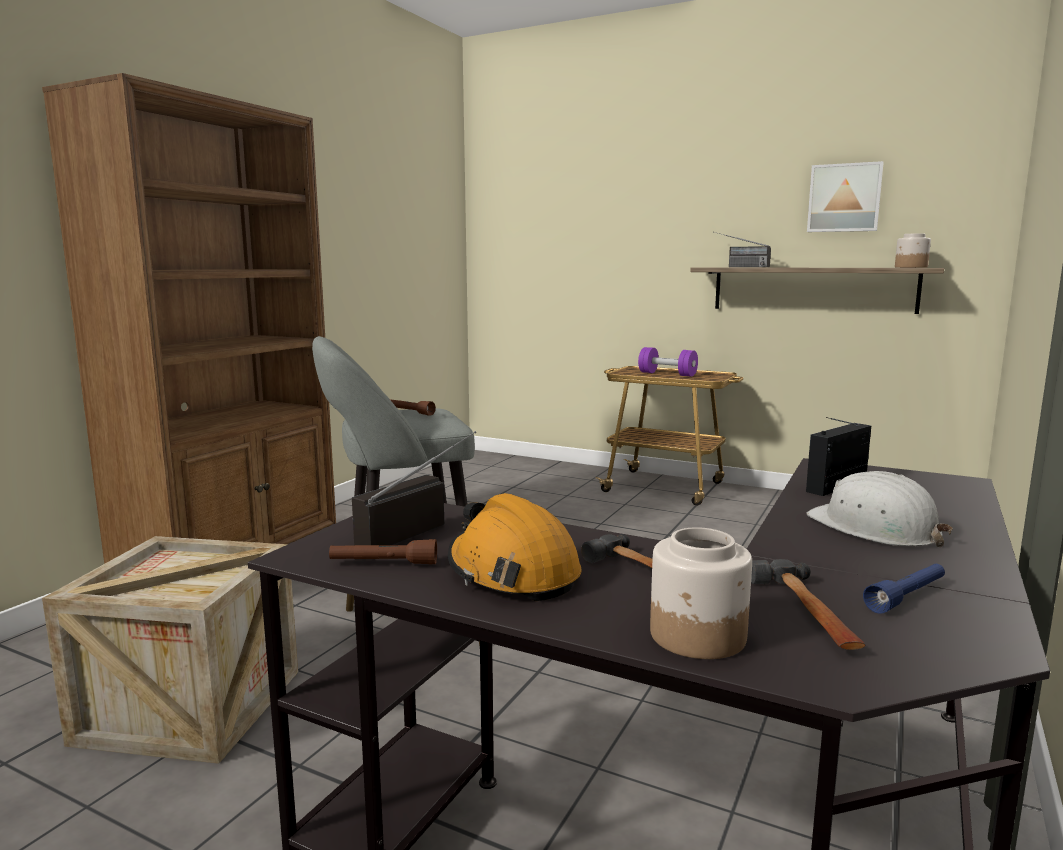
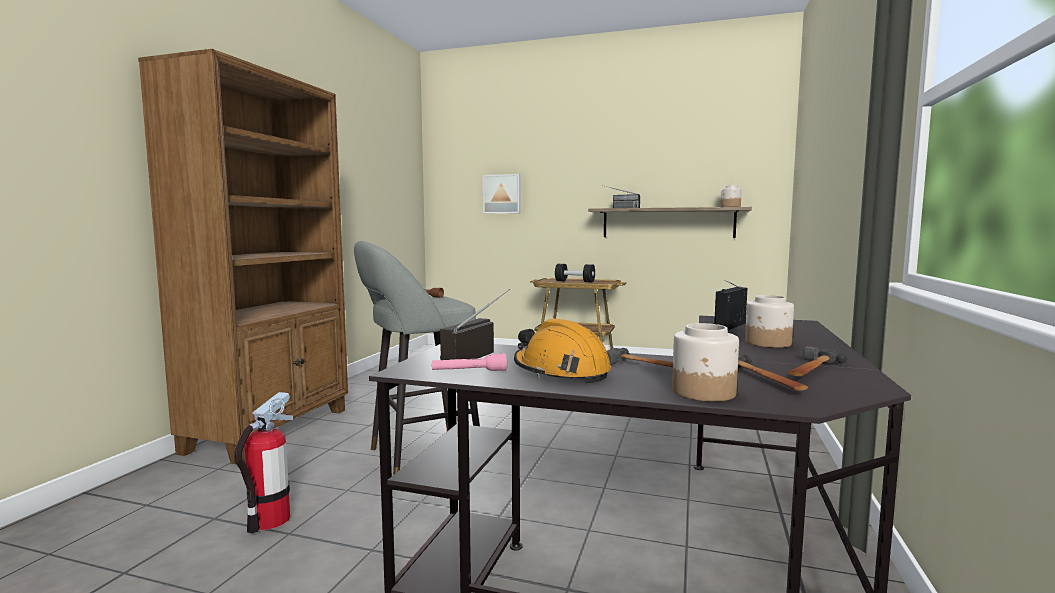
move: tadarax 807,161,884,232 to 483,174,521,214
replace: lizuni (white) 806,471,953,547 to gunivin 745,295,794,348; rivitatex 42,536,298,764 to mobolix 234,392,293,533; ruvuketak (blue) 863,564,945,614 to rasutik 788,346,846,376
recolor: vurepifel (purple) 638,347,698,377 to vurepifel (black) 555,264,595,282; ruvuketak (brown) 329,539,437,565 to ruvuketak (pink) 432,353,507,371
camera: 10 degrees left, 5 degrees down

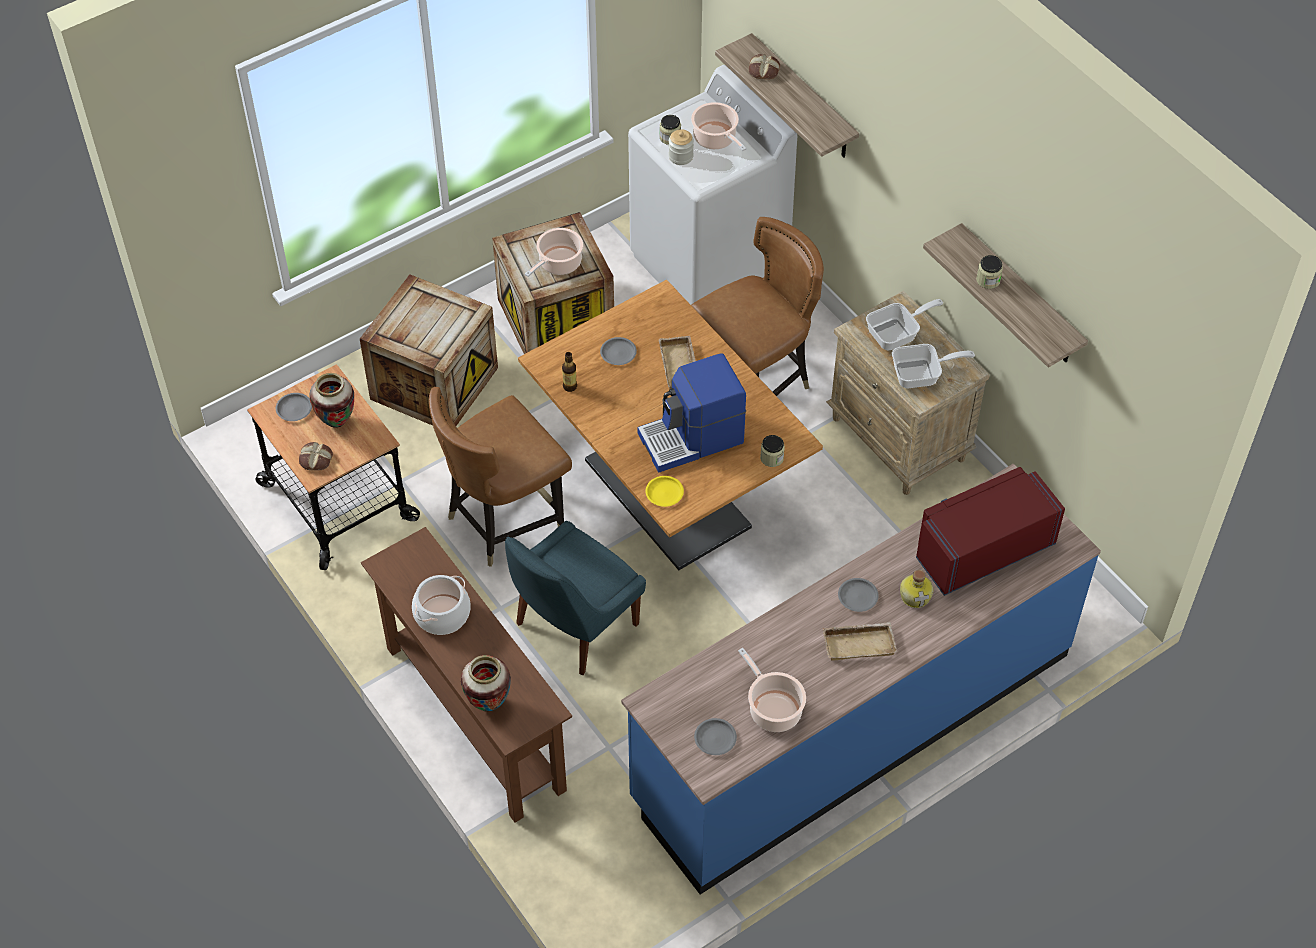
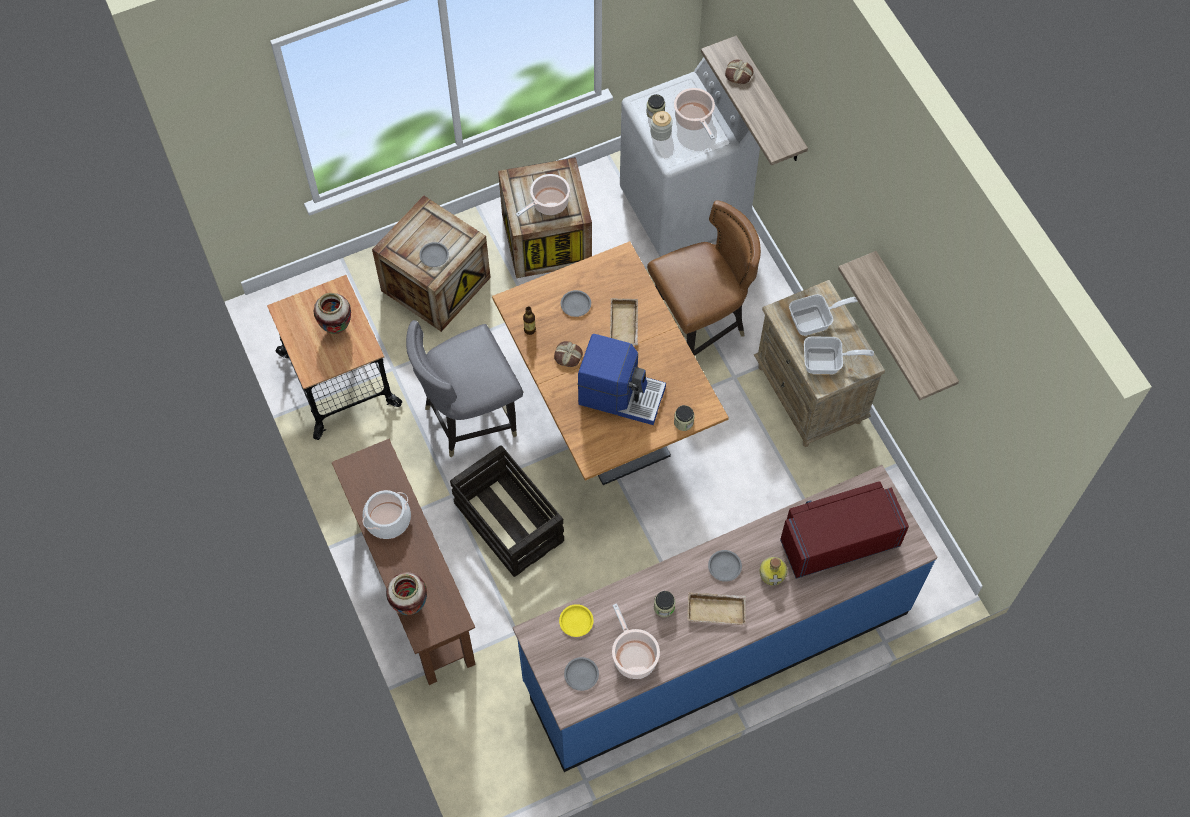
move: gunivin 976,255,1003,289 to 654,591,676,617; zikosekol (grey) 276,393,312,421 to 419,242,449,267; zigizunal 299,442,333,471 to 554,341,583,367; zikosekol (yellow) 646,476,684,507 to 559,604,594,637
replace: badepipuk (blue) 505,521,646,675 to rivitatex 450,445,564,577
recolor: badepipuk (brown) 429,387,572,567 to badepipuk (grey) 406,320,523,458
rotate: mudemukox 637,353,746,473 = 577,334,666,425 150 degrees counterclockwise
camera: 10 degrees right, 10 degrees up

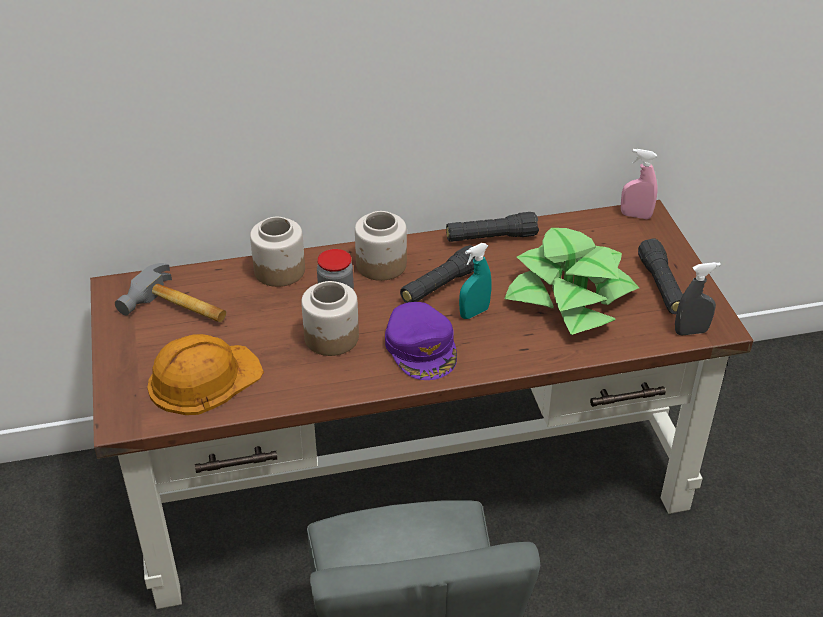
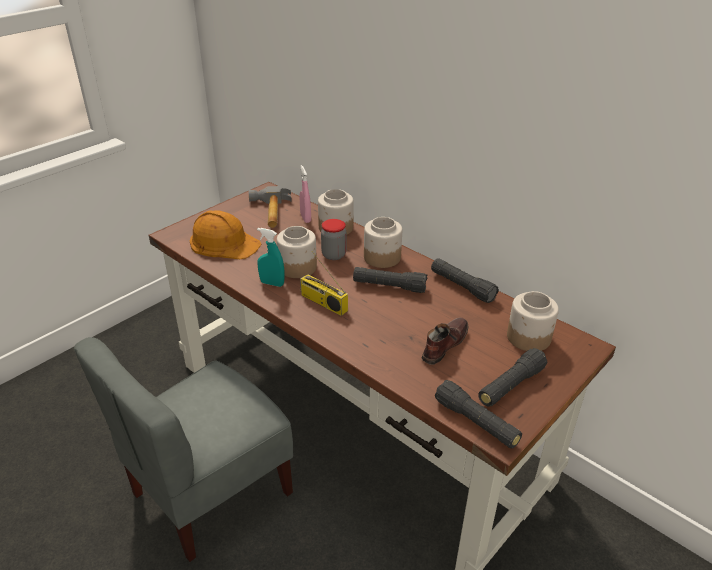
insert: gunivin 507,291,559,351
move: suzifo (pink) 621,149,658,219 to 299,165,311,223; suzifo (turquoise) 459,243,492,319 to 257,228,285,287
replace: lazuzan 504,228,639,335 to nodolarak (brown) 422,317,469,365; suzifo (grey) 675,262,721,335 to ruvuketak (black) 435,380,522,448; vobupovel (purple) 385,302,457,380 to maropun 300,251,348,316
camera: 55 degrees right, 5 degrees down

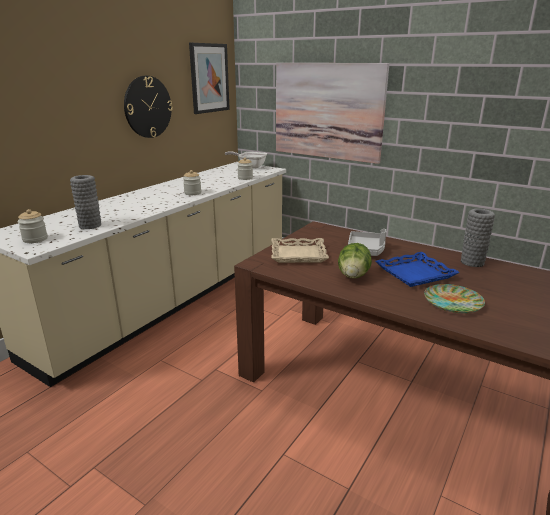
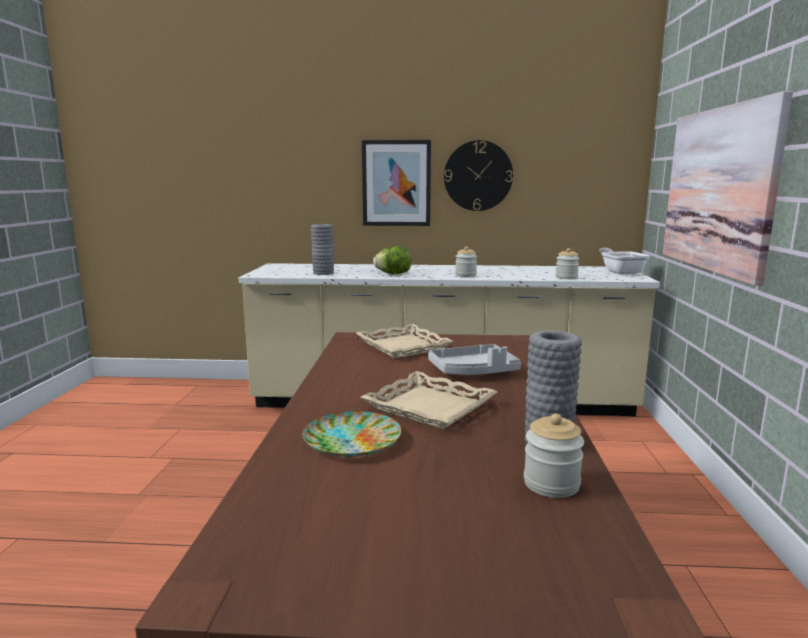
move: tadarax 189,43,230,114 to 362,140,431,226; gunivin 18,209,48,243 to 524,414,584,498; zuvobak 338,243,372,278 to 373,246,411,274
recolor: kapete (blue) 375,252,460,287 to kapete (beige) 360,371,497,429
camera: 60 degrees right, 10 degrees down

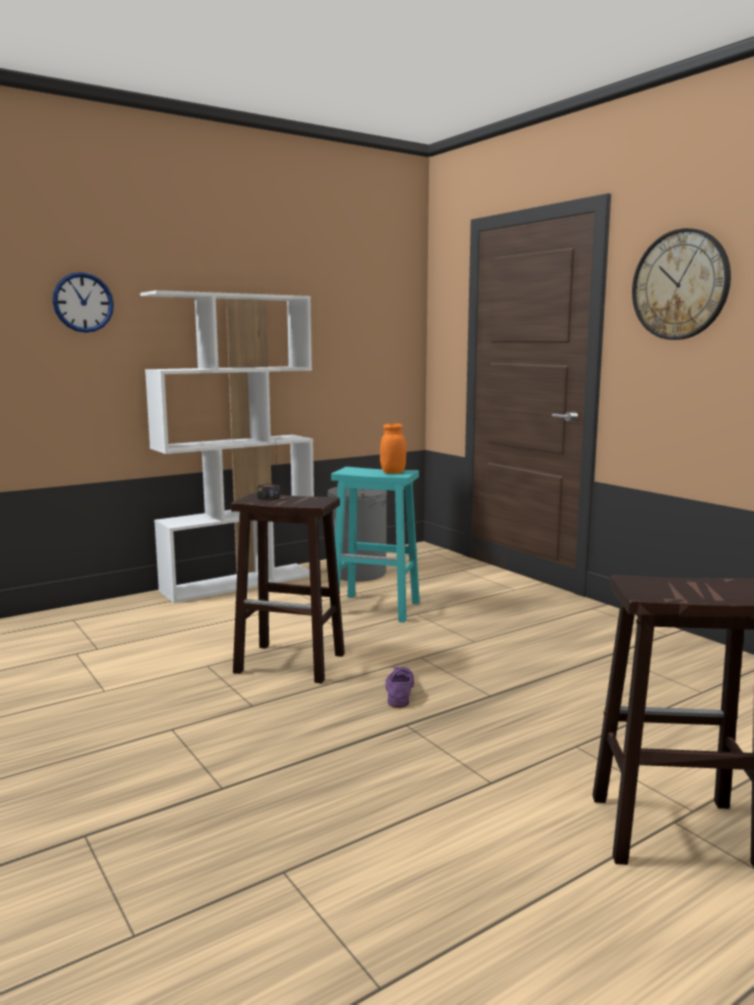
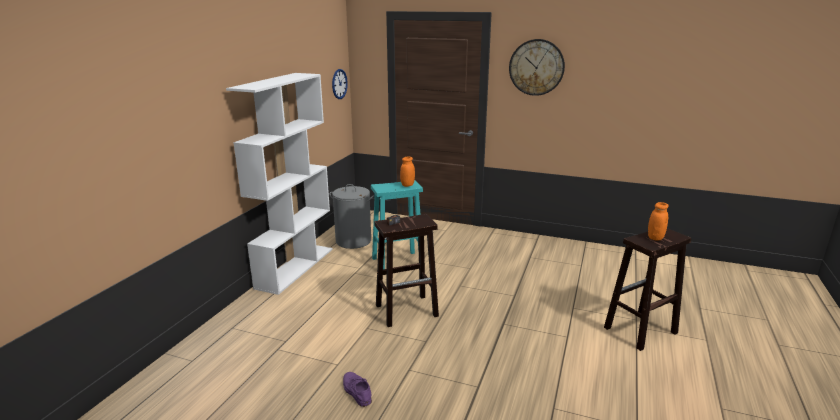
insert: gunivin (orange) 648,202,669,241
move: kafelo 52,272,114,333 to 332,69,348,99; nodolarak (purple) 385,667,414,708 to 343,372,372,407
camera: 35 degrees left, 10 degrees up

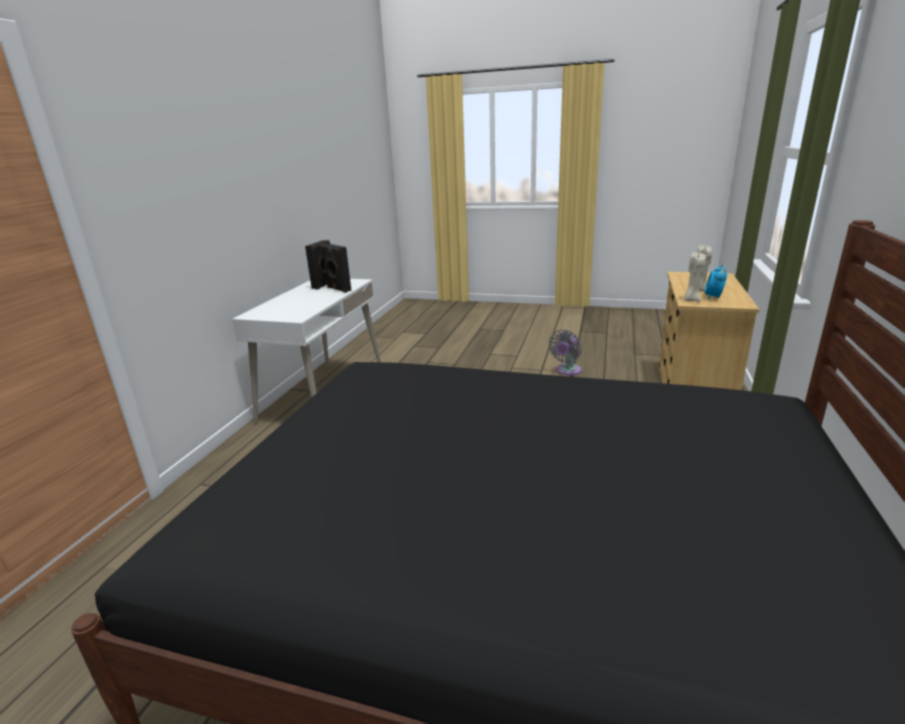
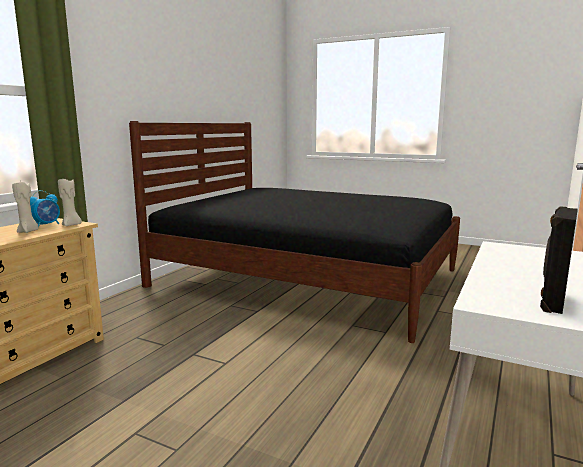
delete: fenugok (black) 322,244,351,293; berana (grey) 549,330,582,376
camera: 170 degrees left, 10 degrees down

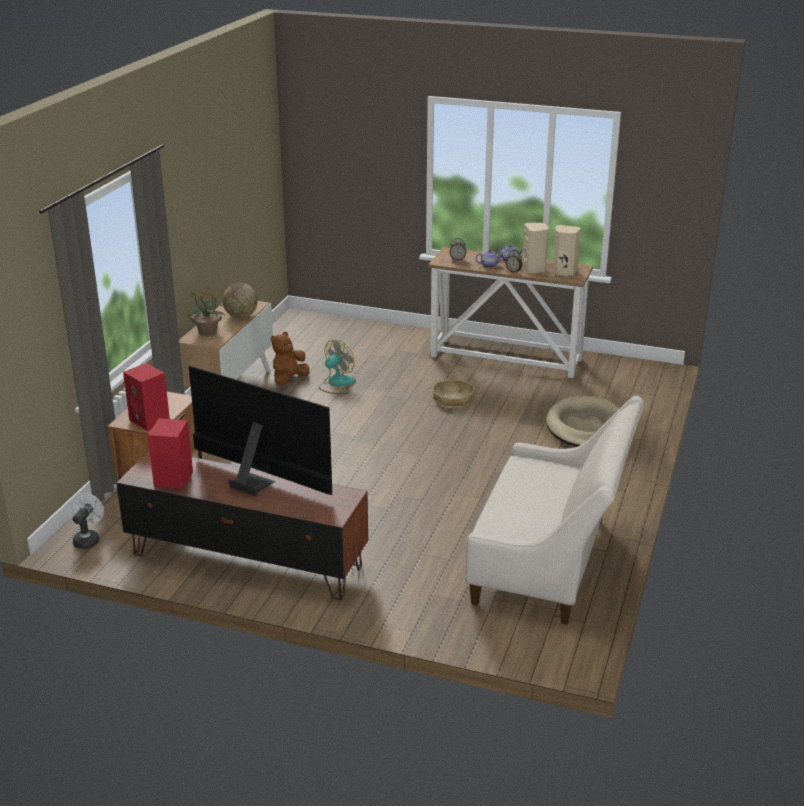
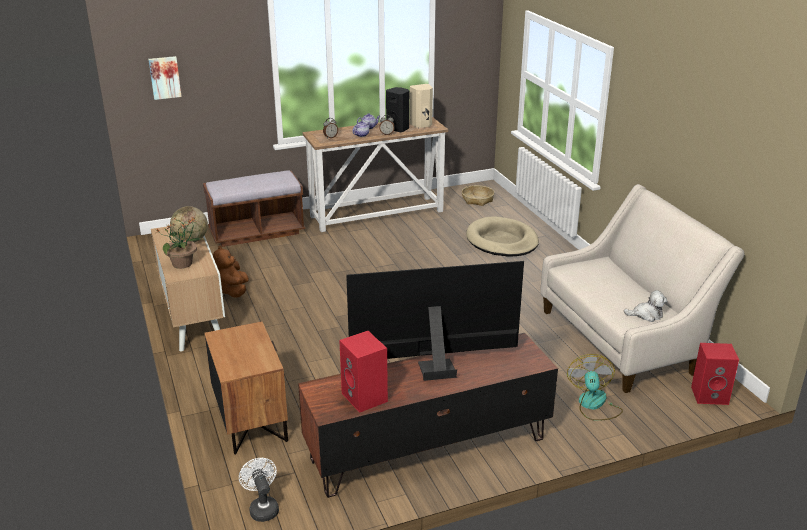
insert: tadarax 148,56,182,100; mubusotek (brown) 203,170,305,247; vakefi 624,290,667,322
move: berana 318,340,356,394 to 567,354,623,421; fenugok (red) 123,363,170,431 to 691,343,739,405; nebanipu 433,379,474,407 to 462,185,494,206
recolor: fenugok (beige) 522,223,549,274 to fenugok (black) 386,87,409,132
camera: 40 degrees left, 0 degrees up

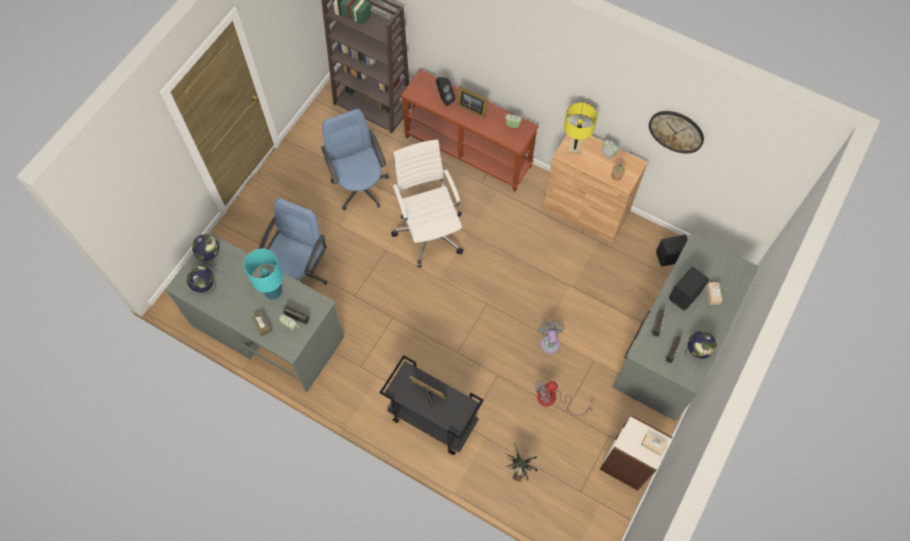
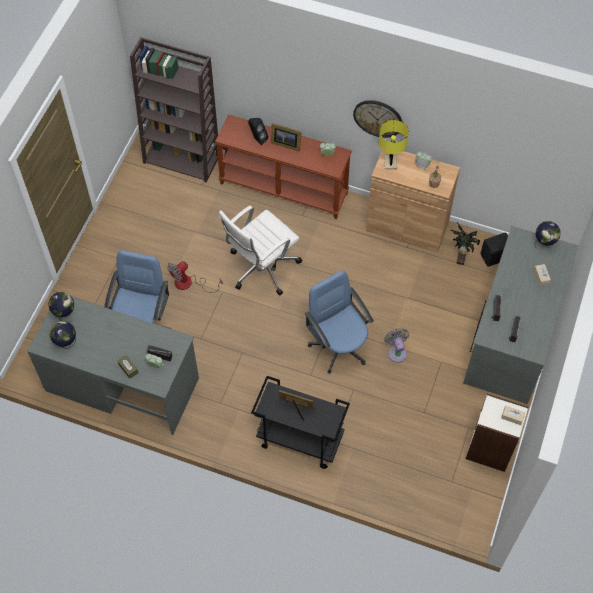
delete: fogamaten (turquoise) 244,249,283,299; fenugok (black) 669,267,709,311
move: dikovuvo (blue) 321,109,389,211 to 305,270,374,374; kafelo 649,111,704,153 to 353,100,402,138; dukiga 685,331,716,359 to 534,221,561,247; berana 535,381,593,416 to 167,261,223,293; lazuzan 505,443,538,482 to 450,222,480,265
rotate: dikovuvo (white) 391,139,463,267 = 219,206,302,295 105 degrees counterclockwise
camera: 10 degrees left, 5 degrees down

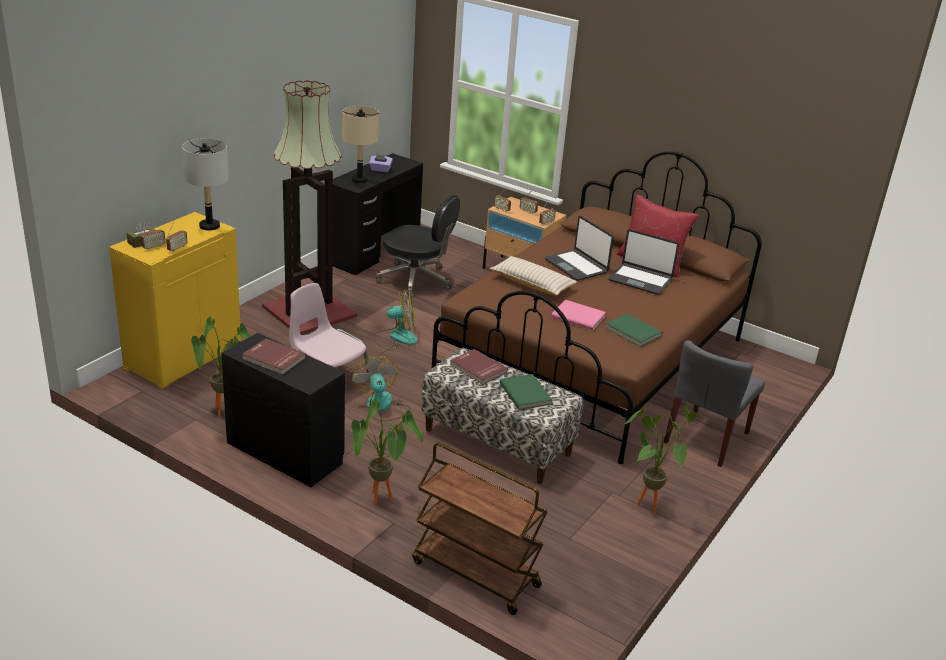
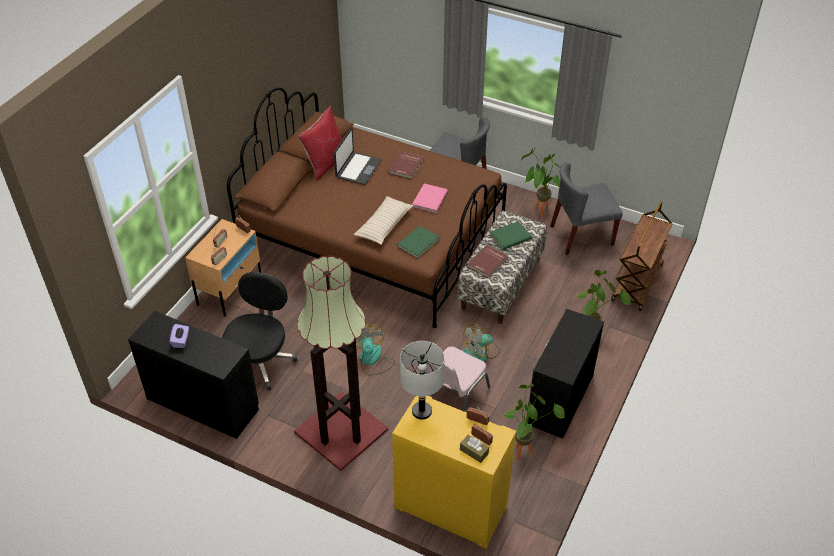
delete: fogamaten (beige) 342,106,379,183; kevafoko 545,216,614,281
insert: badepipuk (grey) 550,163,623,255
move: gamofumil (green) 605,314,662,347 to 397,226,440,259; gamofumil (red) 243,338,306,375 to 388,151,423,179
camera: 95 degrees left, 15 degrees up

